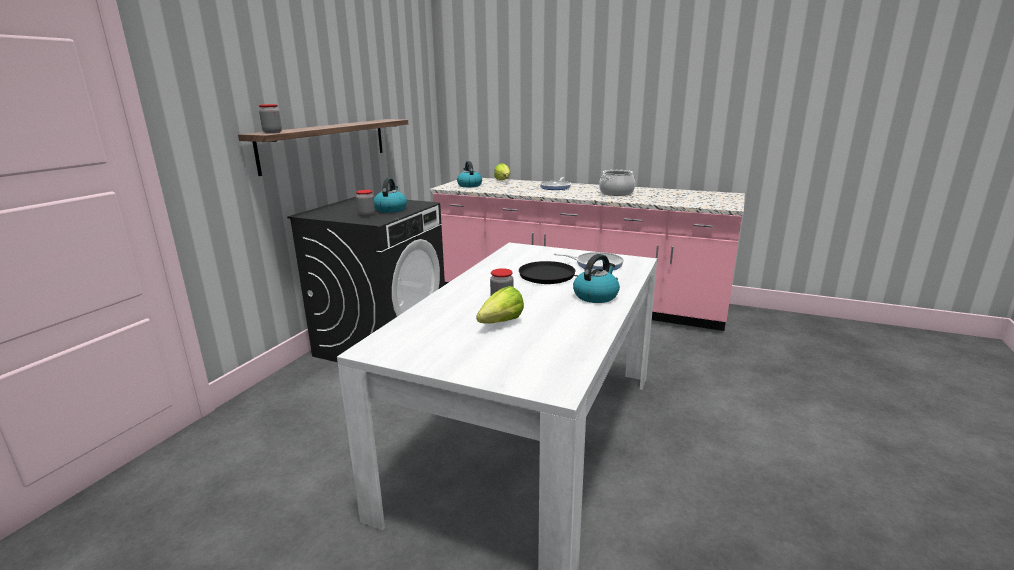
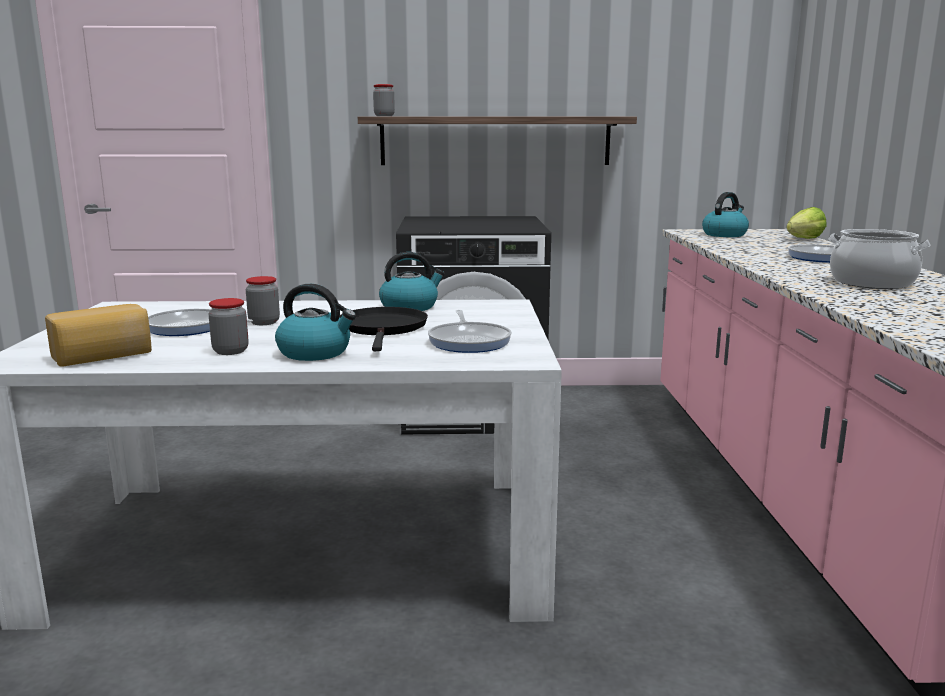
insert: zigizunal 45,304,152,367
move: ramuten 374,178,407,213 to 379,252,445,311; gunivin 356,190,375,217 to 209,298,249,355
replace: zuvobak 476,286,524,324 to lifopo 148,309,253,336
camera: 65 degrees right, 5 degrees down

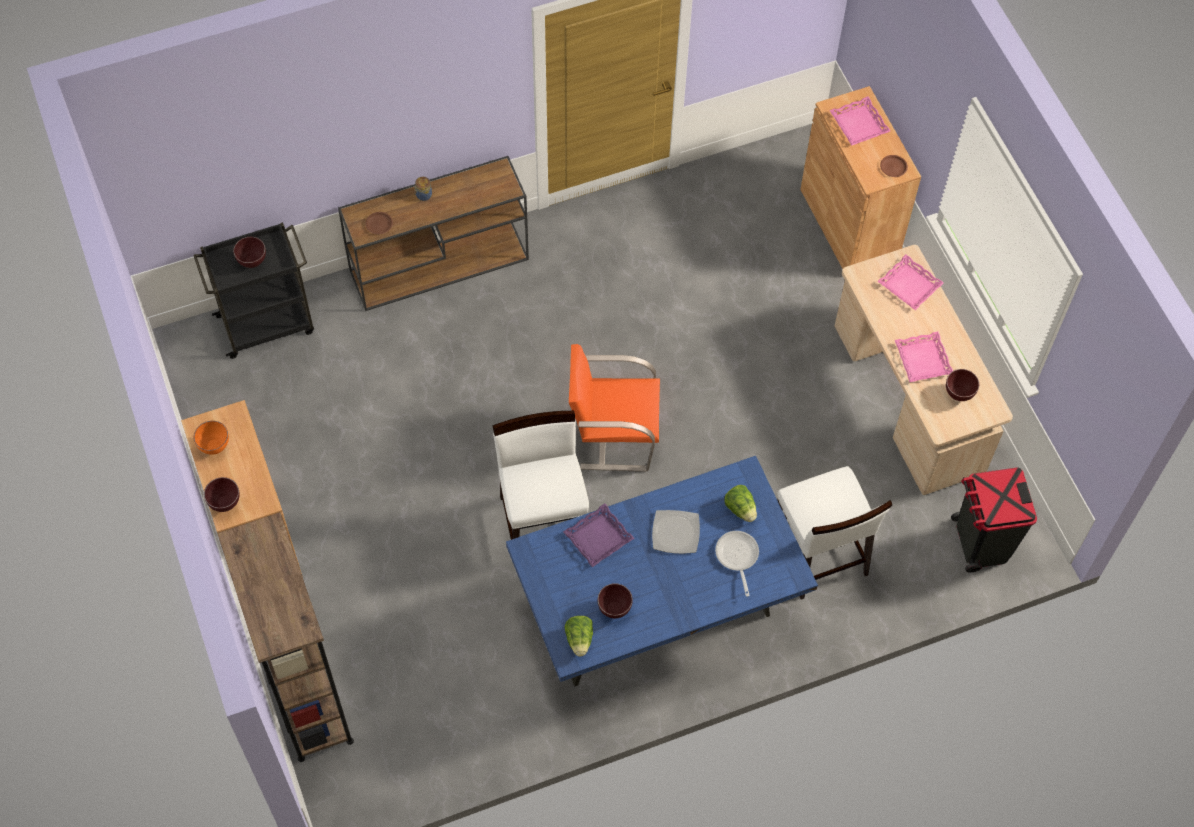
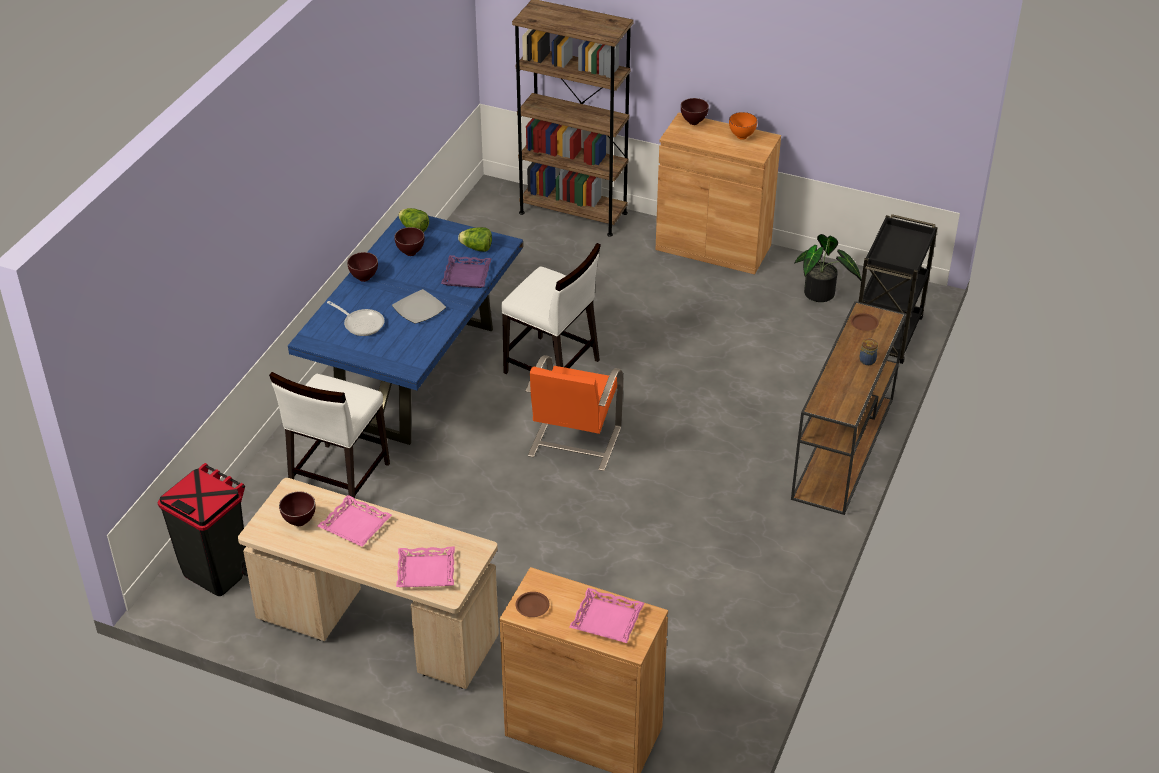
insert: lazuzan 794,234,862,302
move: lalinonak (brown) 233,237,266,268 to 347,252,378,282; zuvobak 724,485,757,522 to 458,227,492,252
rotate: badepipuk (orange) 569,344,660,472 = 525,355,623,471 150 degrees clockwise; badepipuk (white) 777,466,893,599 = 269,372,390,498 90 degrees counterclockwise
camera: 135 degrees right, 20 degrees down

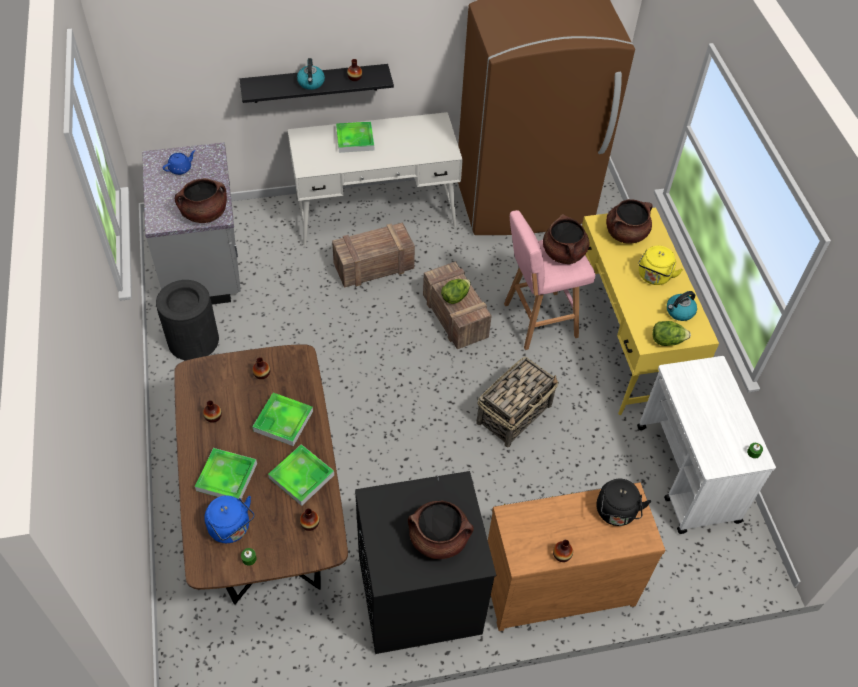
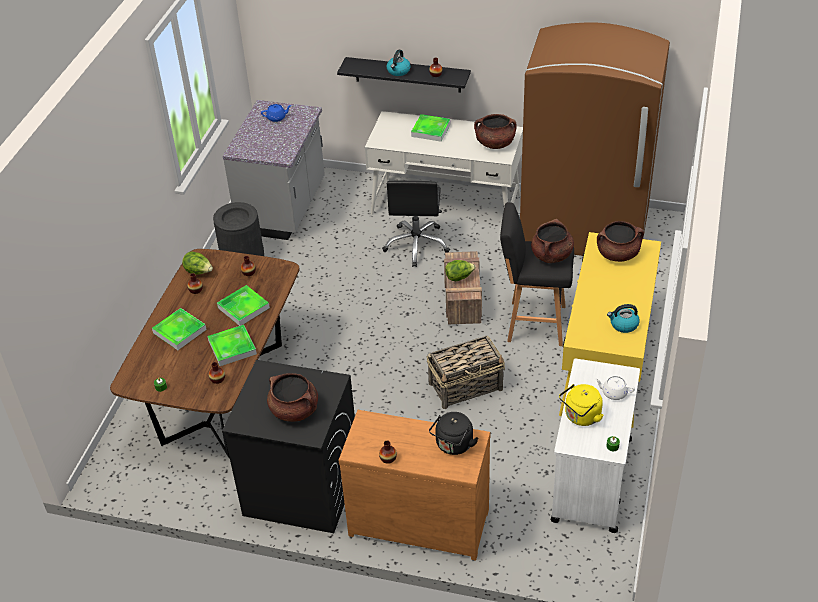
delete: ramuten (blue) 204,495,255,543
insert: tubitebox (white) 595,376,635,400
move: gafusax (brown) 175,178,227,223 to 474,114,517,149; ramuten (yellow) 638,246,683,285 to 559,384,603,426; zuvobak 653,321,691,346 to 182,251,213,275
replace: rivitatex 332,222,415,288 to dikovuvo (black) 382,181,450,267
recolor: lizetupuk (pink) 504,210,595,350 to lizetupuk (black) 500,202,574,346
camera: 30 degrees right, 10 degrees down

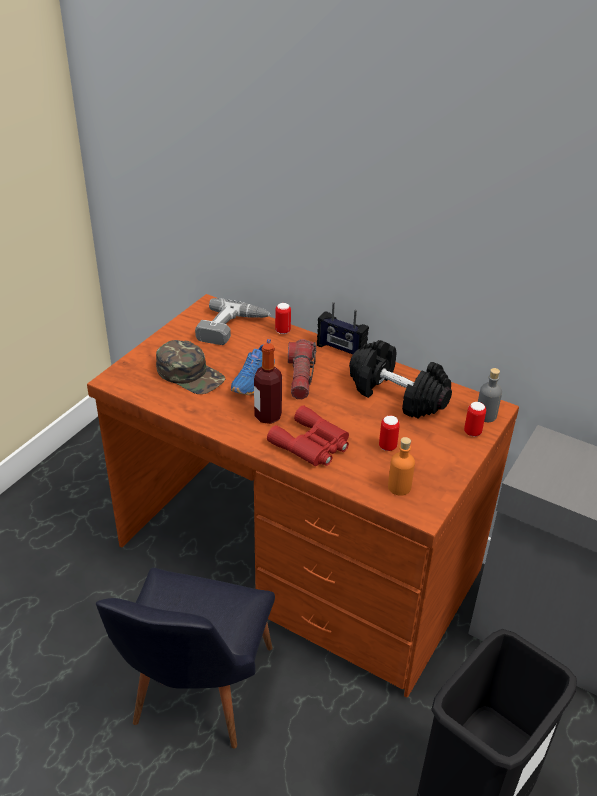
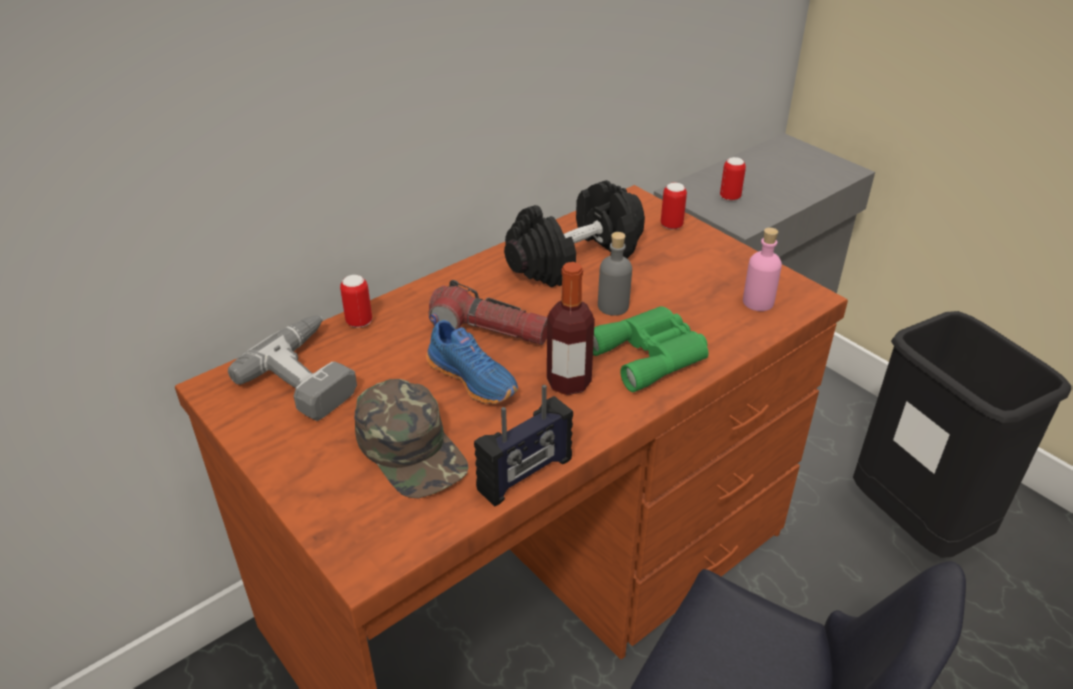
move: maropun 317,302,369,355 to 474,385,573,507; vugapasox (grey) 478,368,502,422 to 598,232,632,316; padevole 379,415,400,451 to 720,157,746,201
recolor: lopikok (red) 267,406,349,466 to lopikok (green) 593,306,708,392; vugapasox (orange) 388,437,415,496 to vugapasox (pink) 743,227,782,311
rotate: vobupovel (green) 156,340,226,394 = 354,379,469,498 90 degrees clockwise
camera: 70 degrees left, 0 degrees up

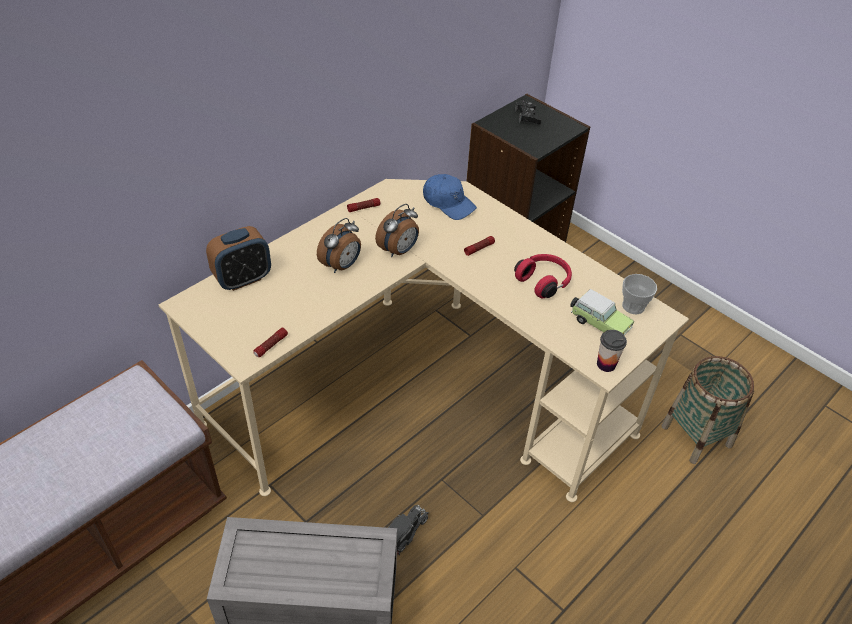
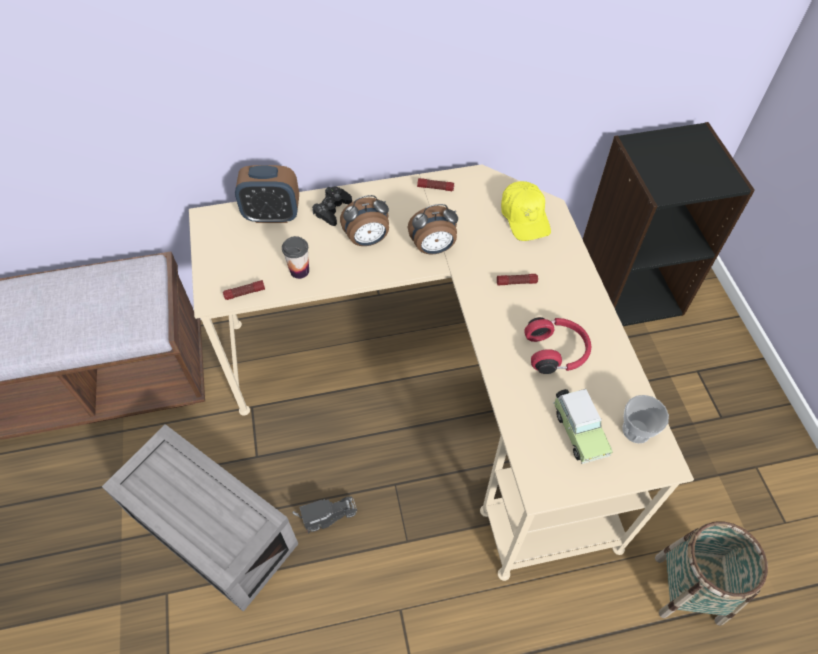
move: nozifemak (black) 515,100,541,124 to 312,187,352,226; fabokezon 597,330,627,372 to 282,236,309,279
recolor: vobupovel (blue) 423,174,477,220 to vobupovel (yellow) 501,181,551,241
camera: 35 degrees right, 10 degrees up

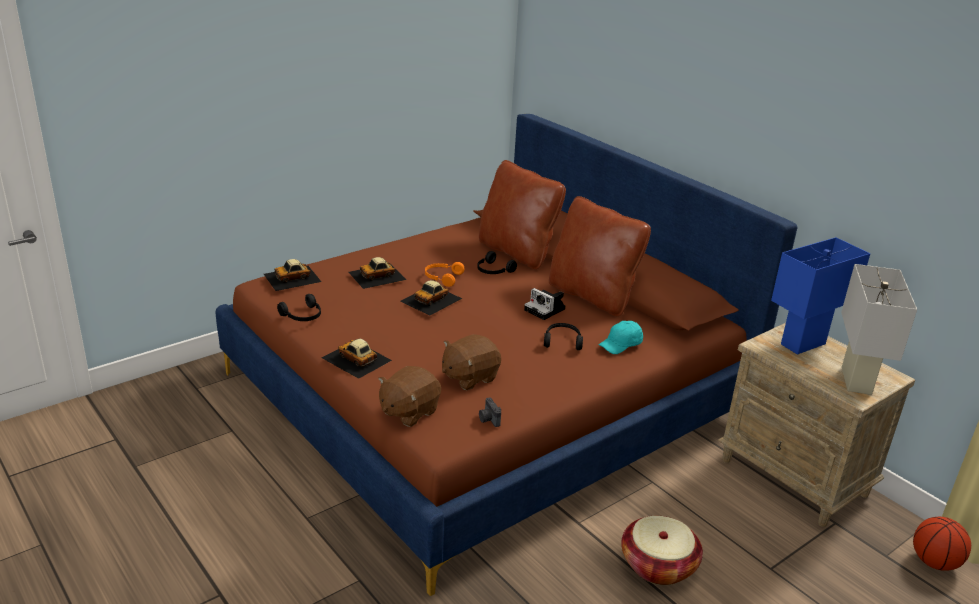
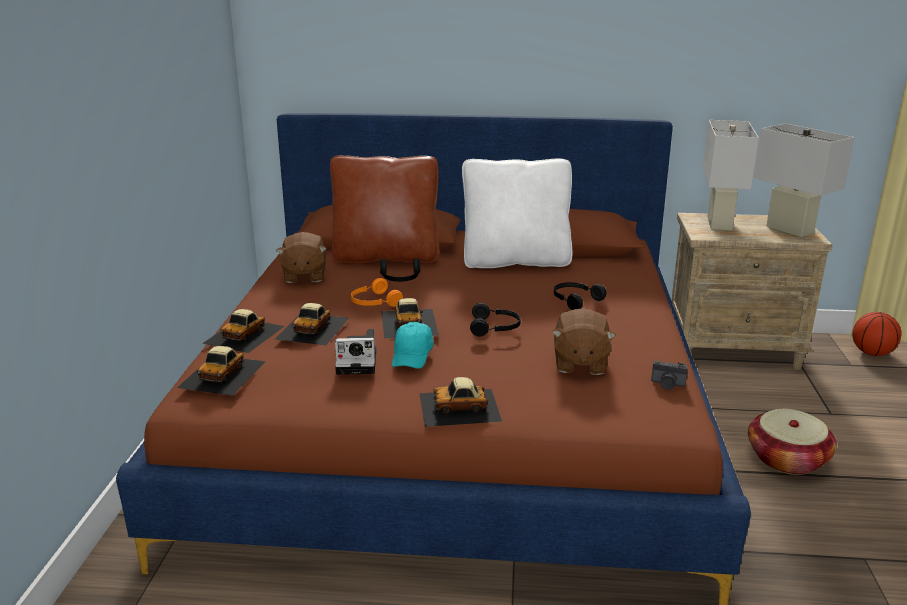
insert: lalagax 202,309,285,353
move: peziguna 524,288,565,320 to 335,329,376,375; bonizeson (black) 277,294,321,321 to 470,303,521,337; vobupovel (turquoise) 599,321,643,354 to 392,322,434,369; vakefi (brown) 378,366,441,427 to 276,232,327,283
recolor: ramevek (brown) 549,196,651,316 to ramevek (white) 462,159,572,268; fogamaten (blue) 771,237,870,354 to fogamaten (white) 703,120,759,231
camera: 45 degrees left, 5 degrees down

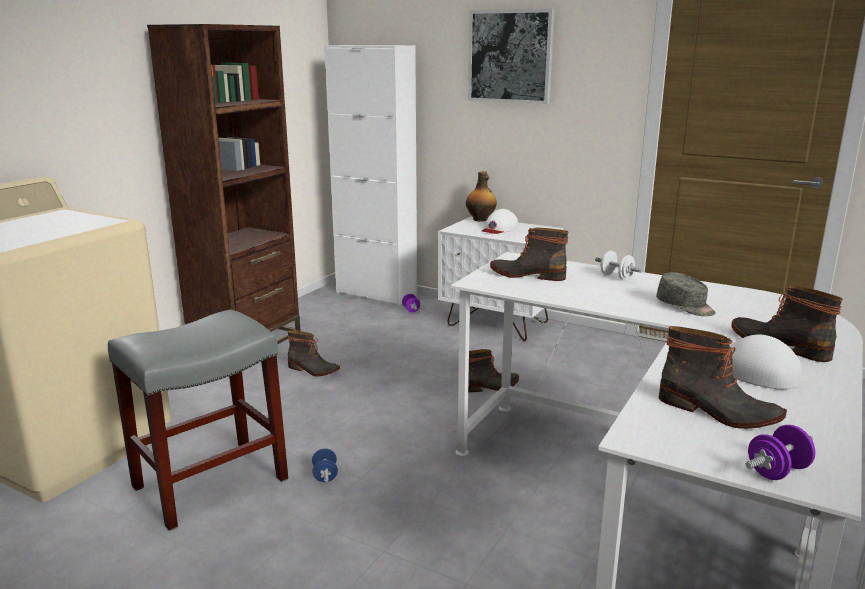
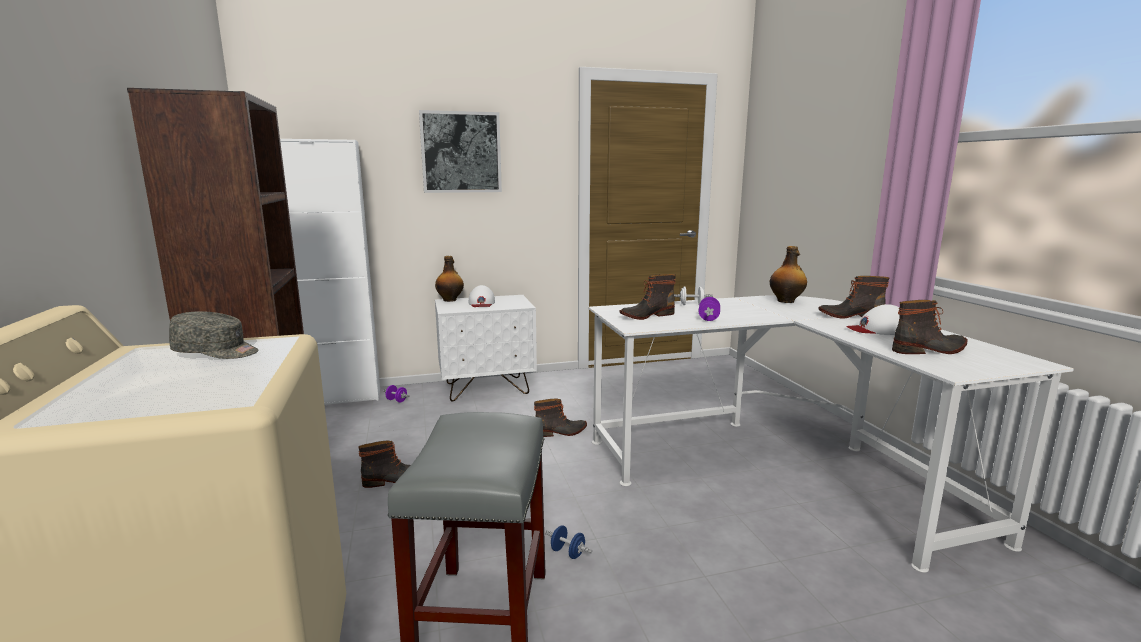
insert: vugapasox 770,246,807,303
move: vobupovel (grey) 656,272,716,316 to 169,311,258,359; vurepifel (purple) 746,425,815,480 to 698,297,720,321
rotate: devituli 468,349,519,392 = 534,399,587,437 45 degrees clockwise
camera: 45 degrees left, 5 degrees down

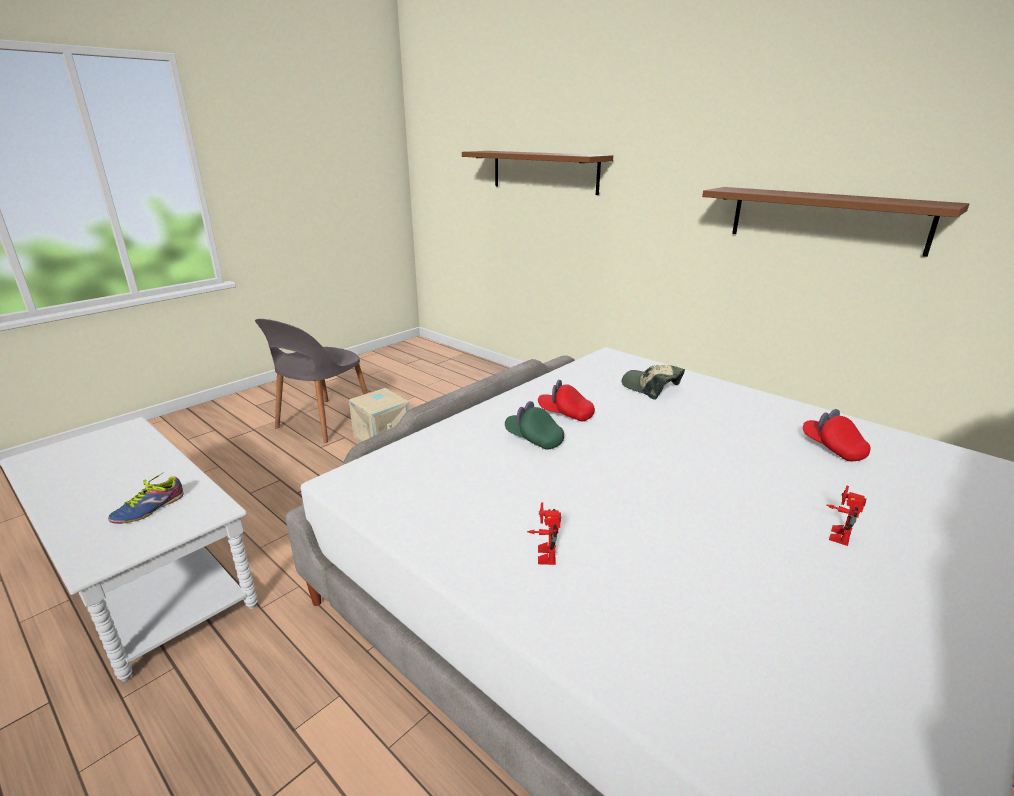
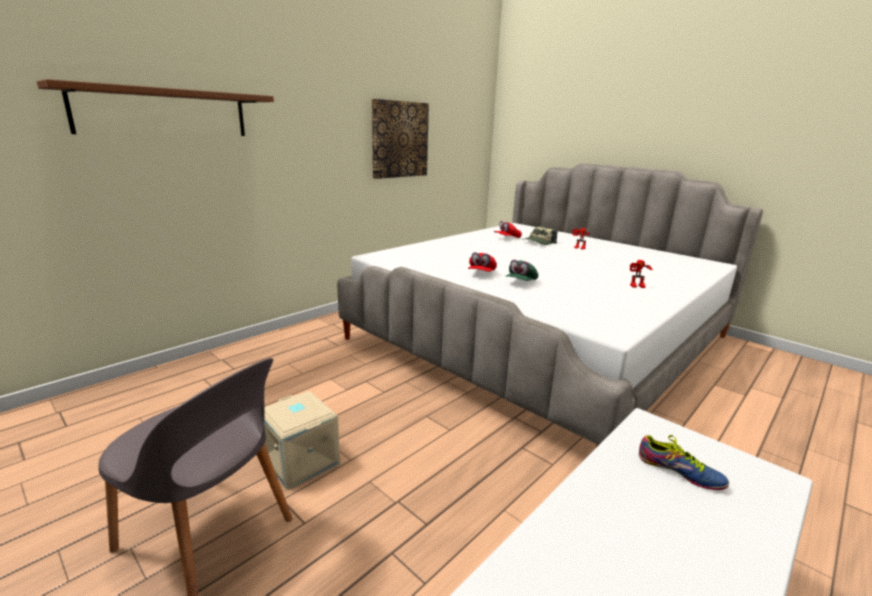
move: vobupovel 622,365,685,400 to 523,226,557,245
replace: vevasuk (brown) 702,187,969,257 to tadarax 371,99,429,179
camera: 90 degrees left, 5 degrees down

